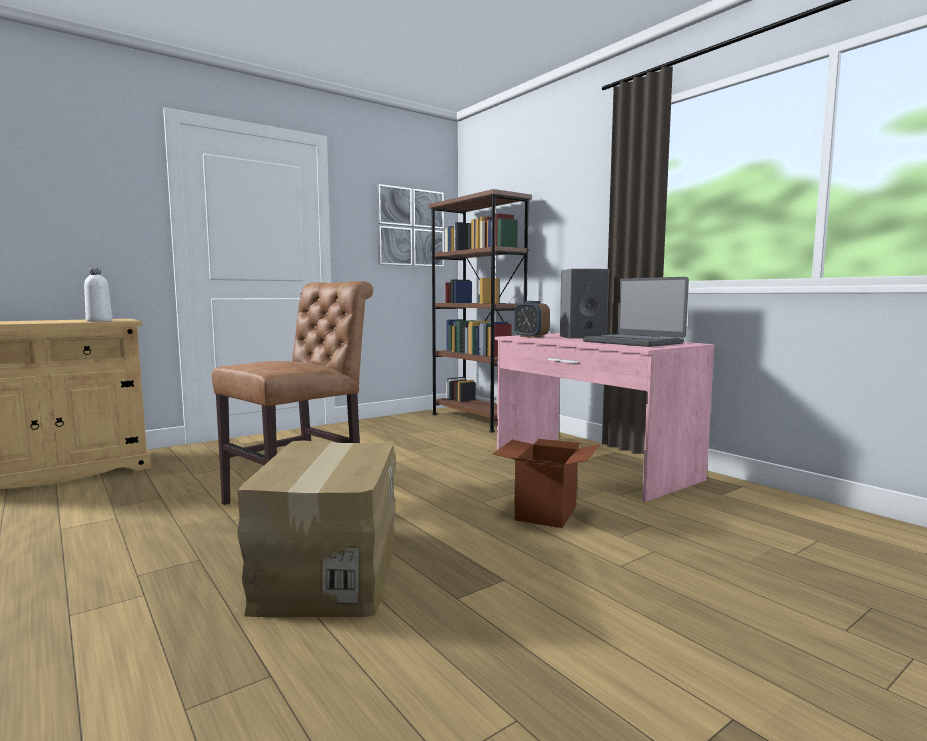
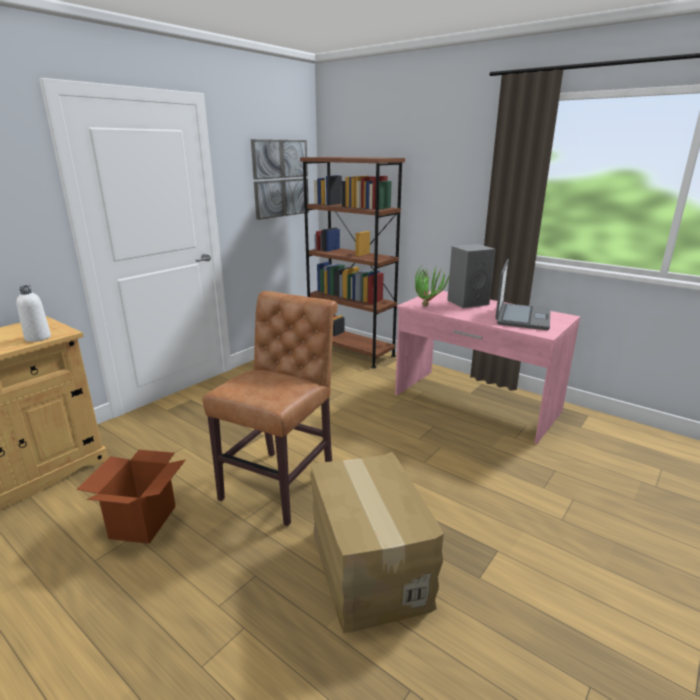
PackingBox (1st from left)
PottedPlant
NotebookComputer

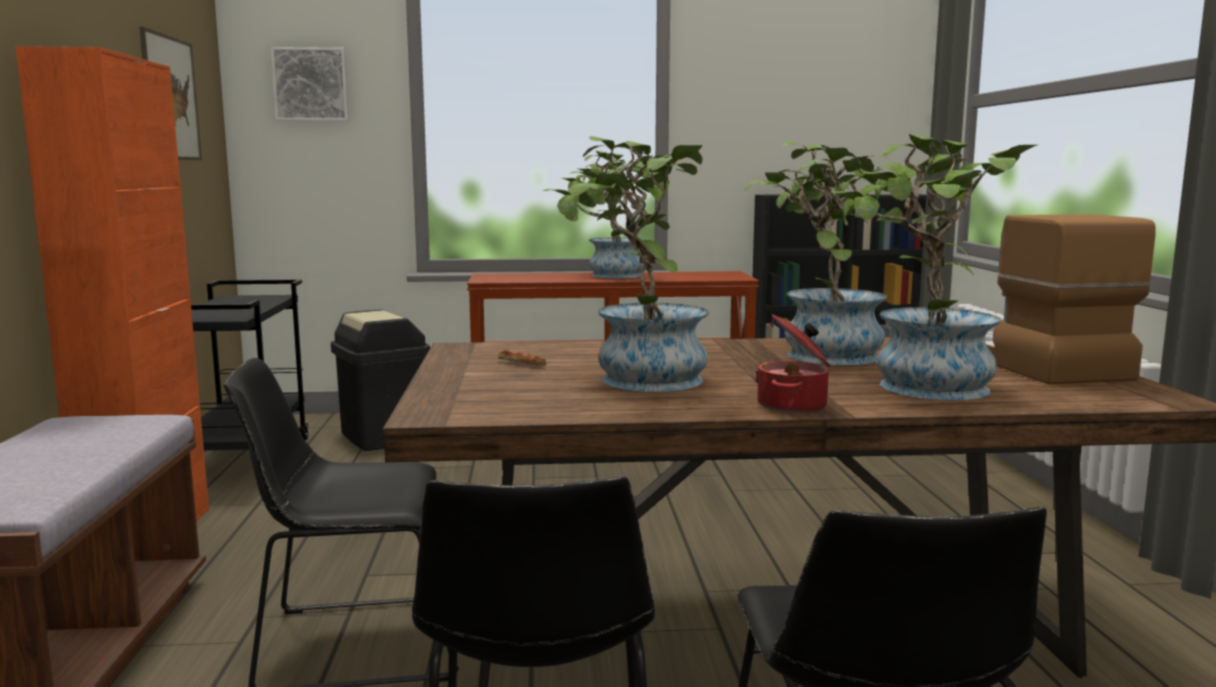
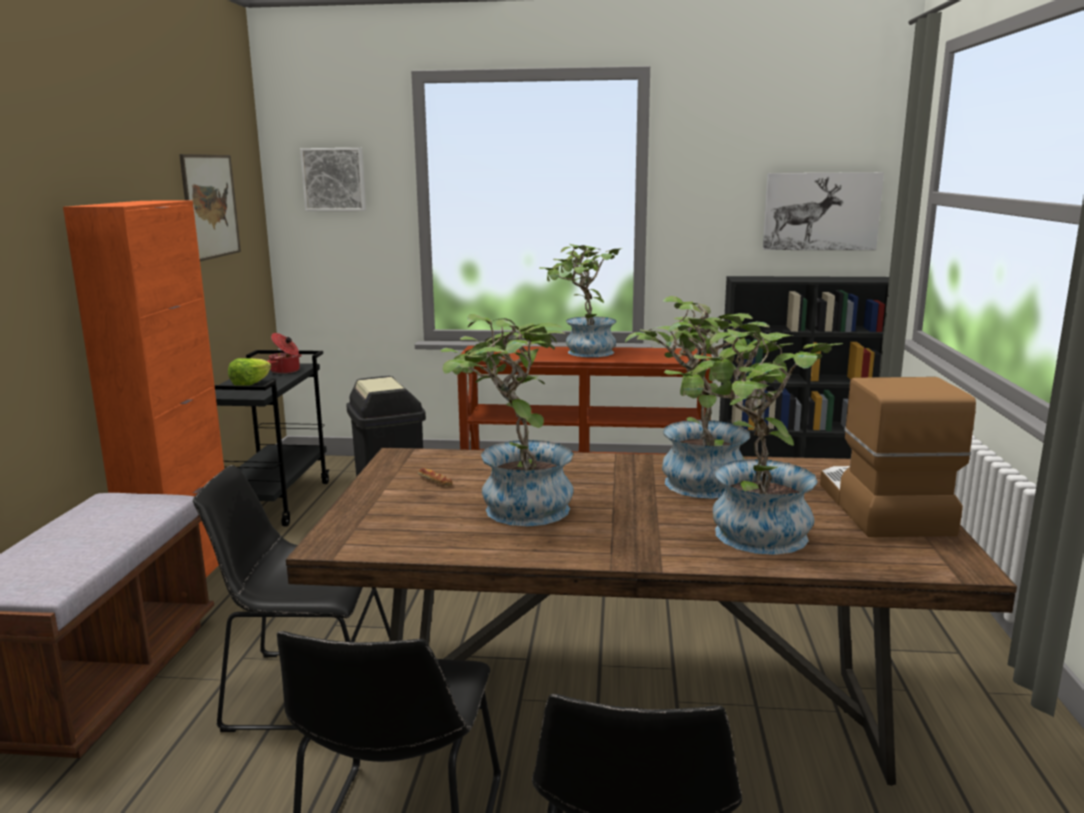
Lettuce
Stockpot
WallPicture (3rd from left)

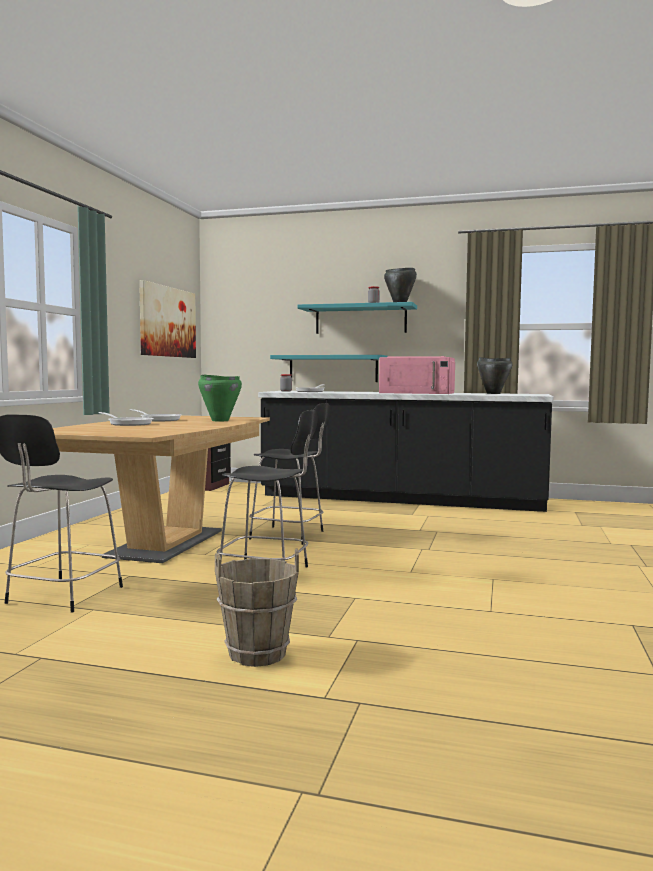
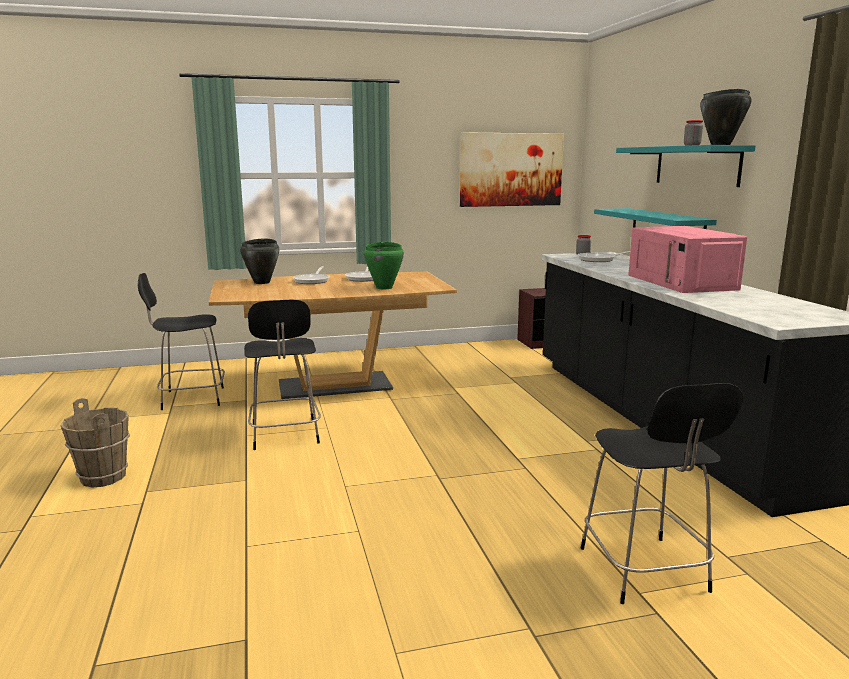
BlackishStockpot (1st from left)
BlackishUprightChair (3rd from left)

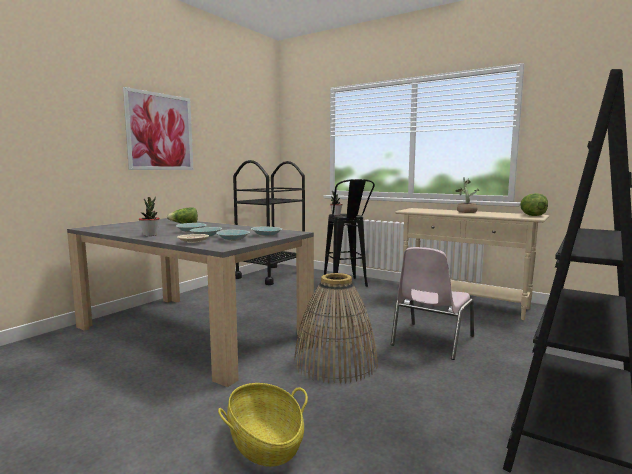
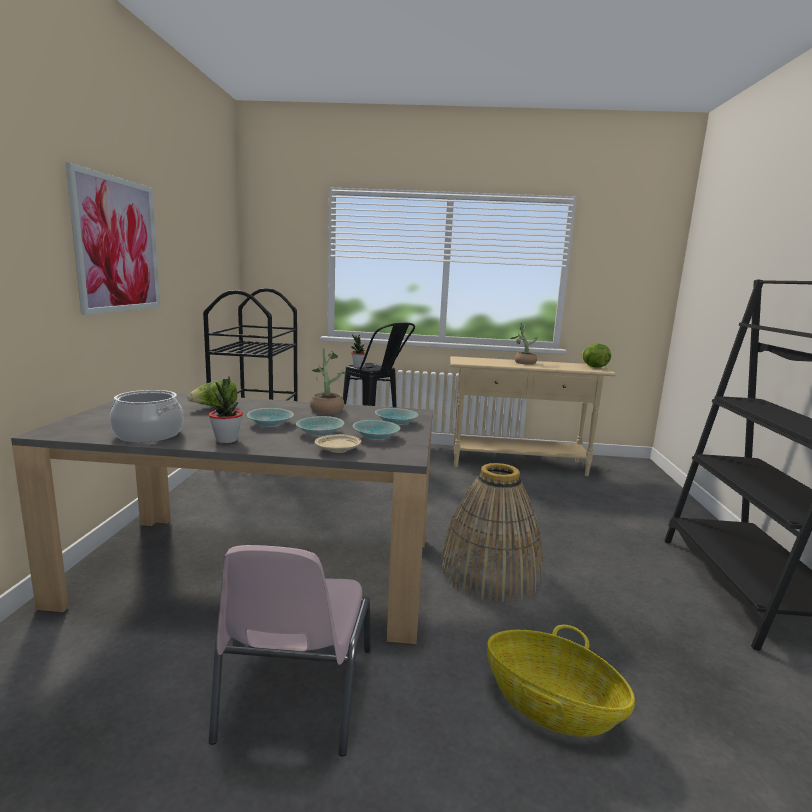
Stockpot
PinkUprightChair
PottedPlant (2nd from left)

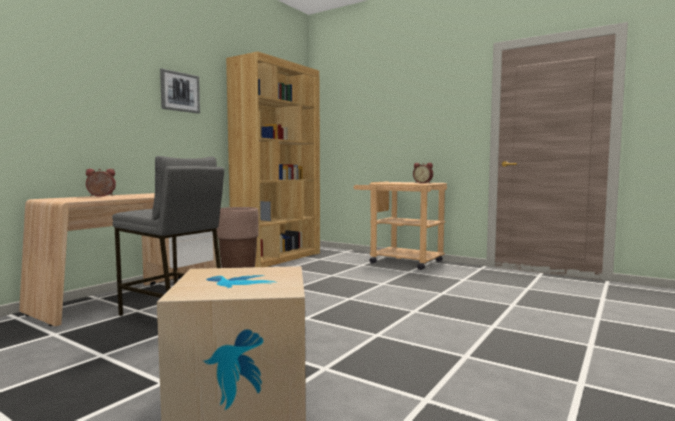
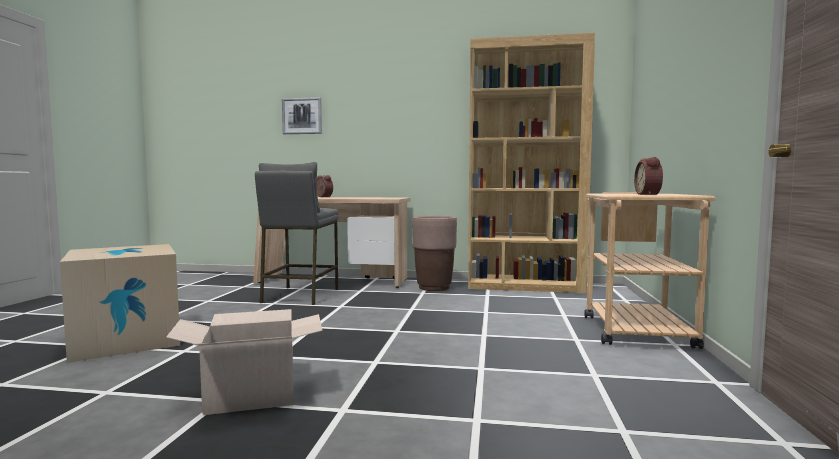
PackingBox (2nd from left)
WallPicture

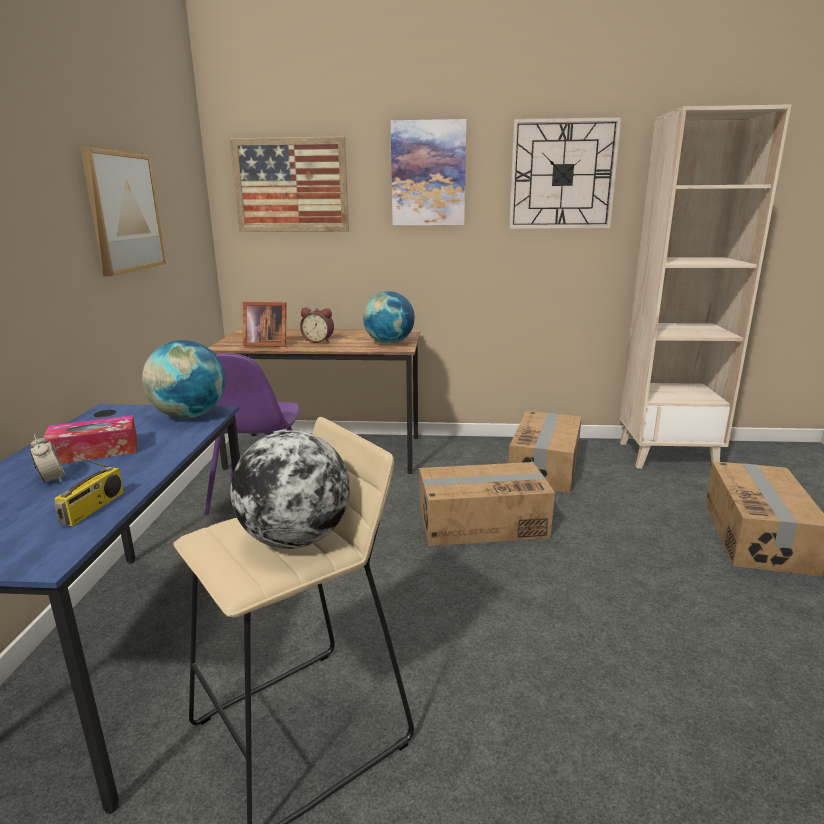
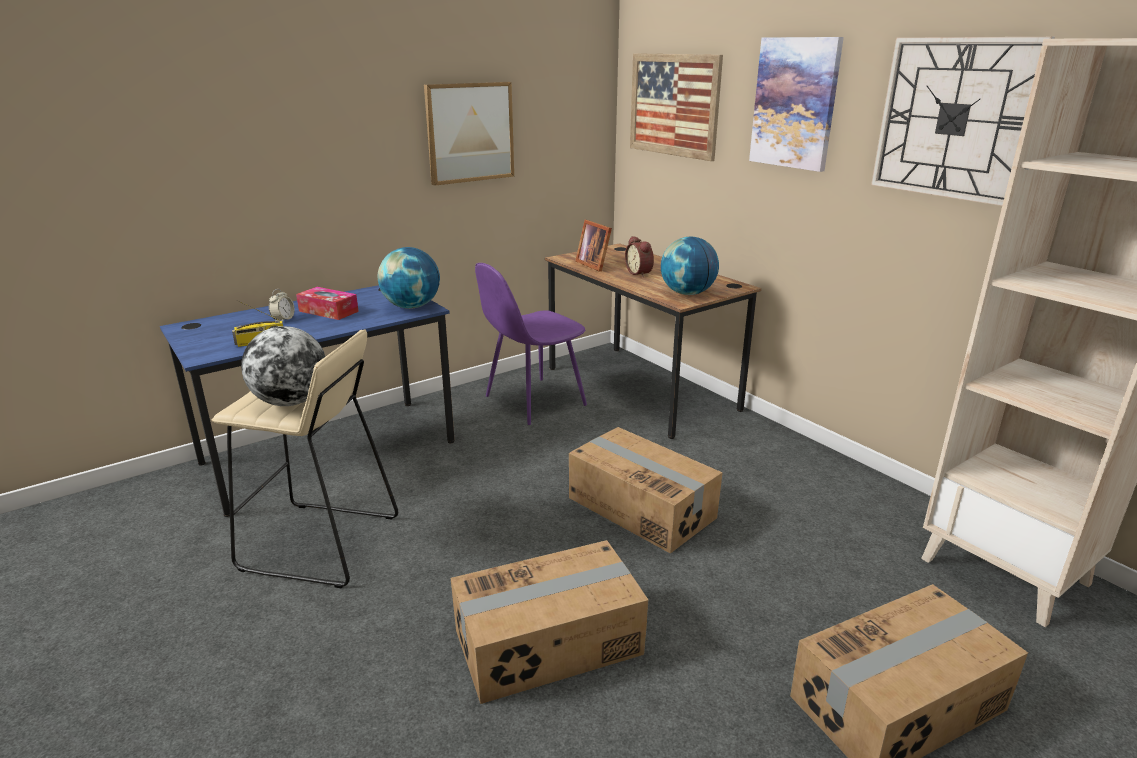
PackingBox (1st from left)

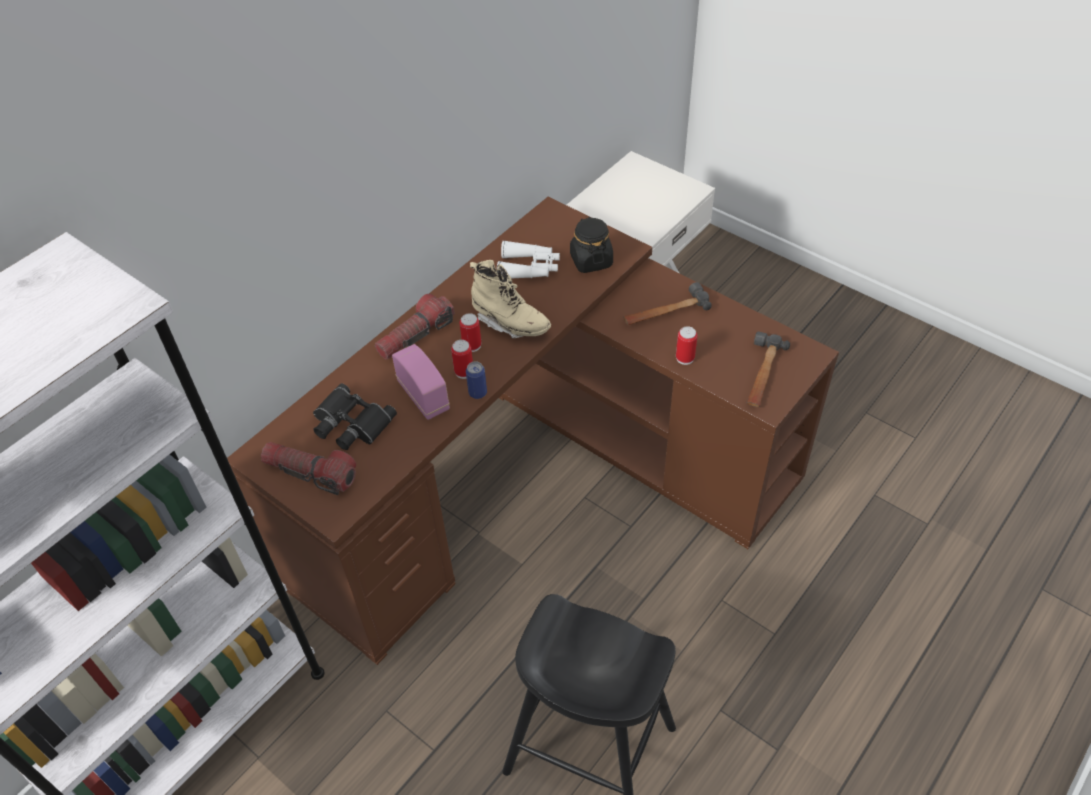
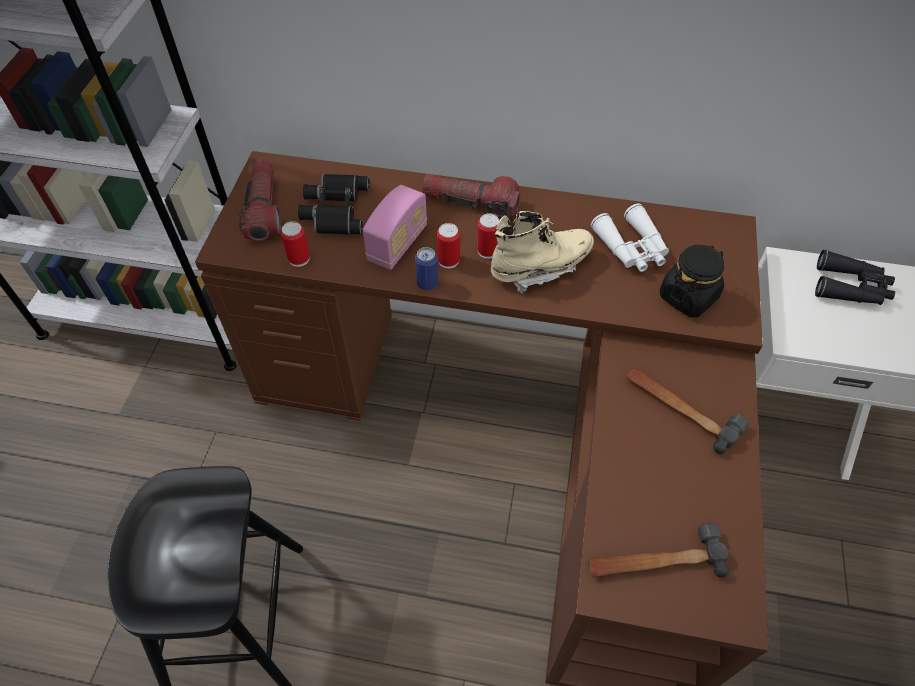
Can (1st from left)
BeigeBoot
BlackishPairOfBinoculars (2nd from left)

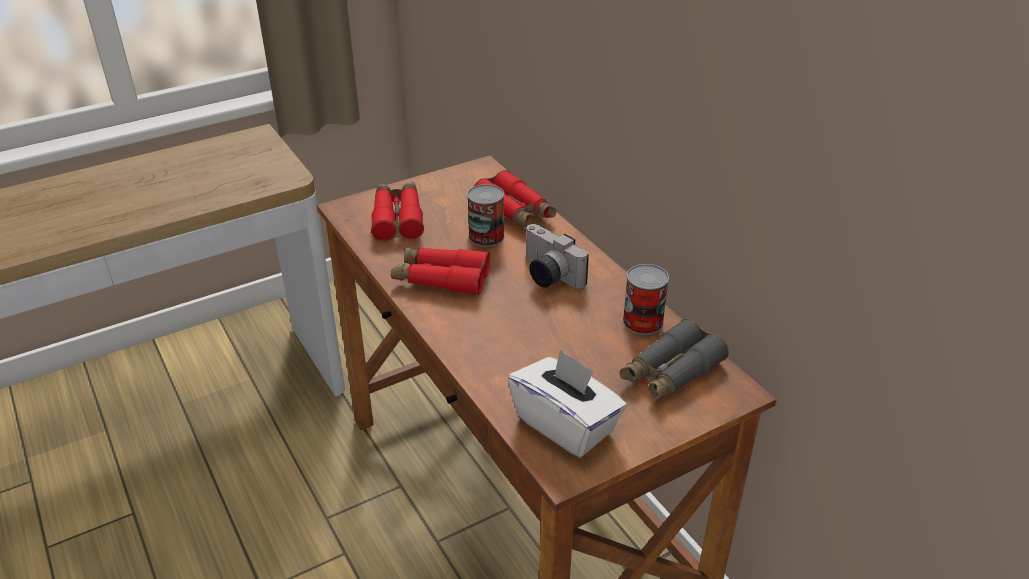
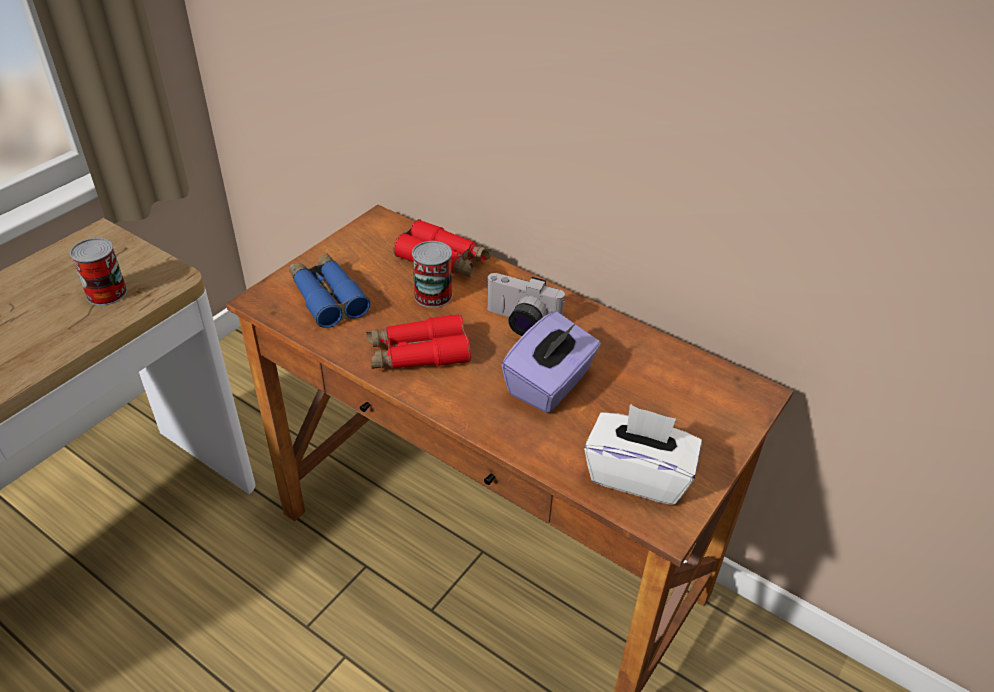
Can (1st from left)
BluishPairOfBinoculars
PurplishBoxOfTissues
GreyPairOfBinoculars

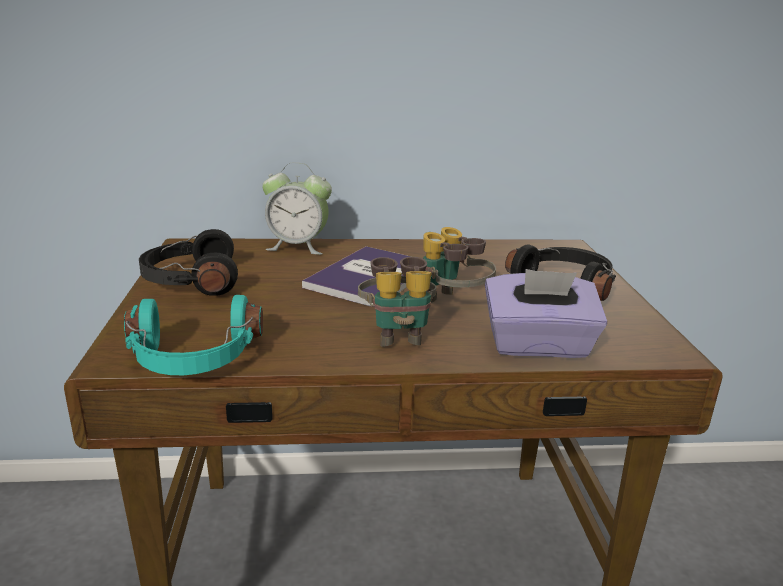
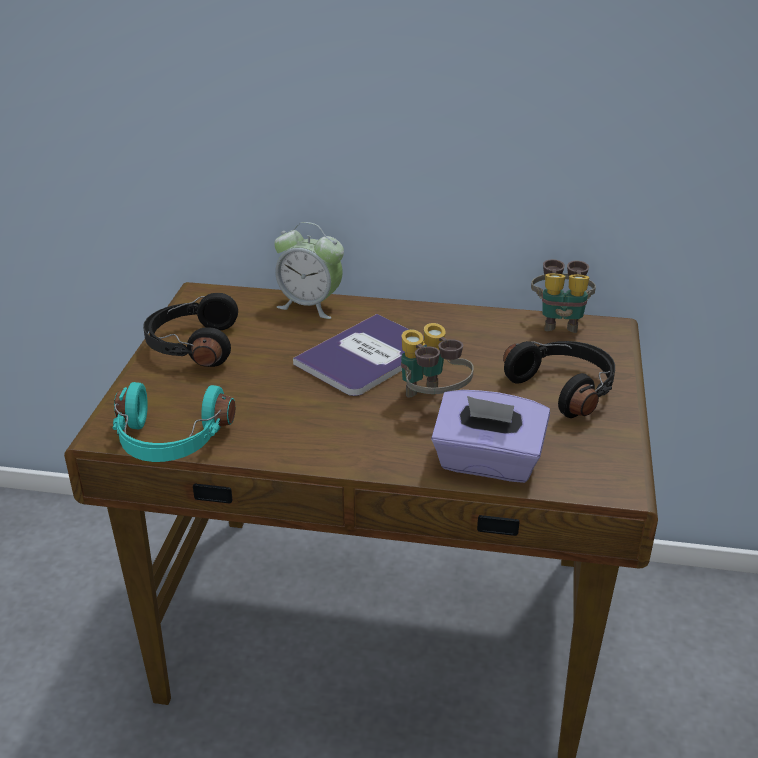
PairOfBinoculars (2nd from left)

